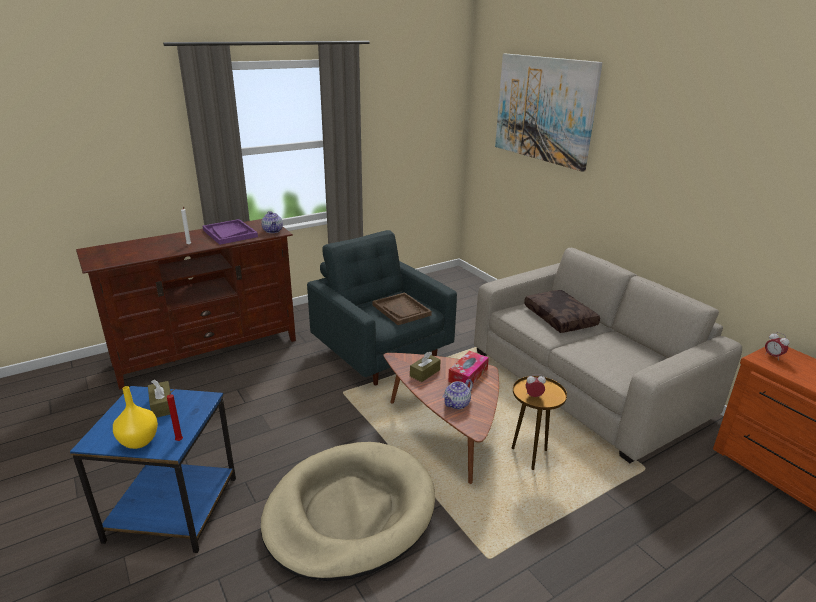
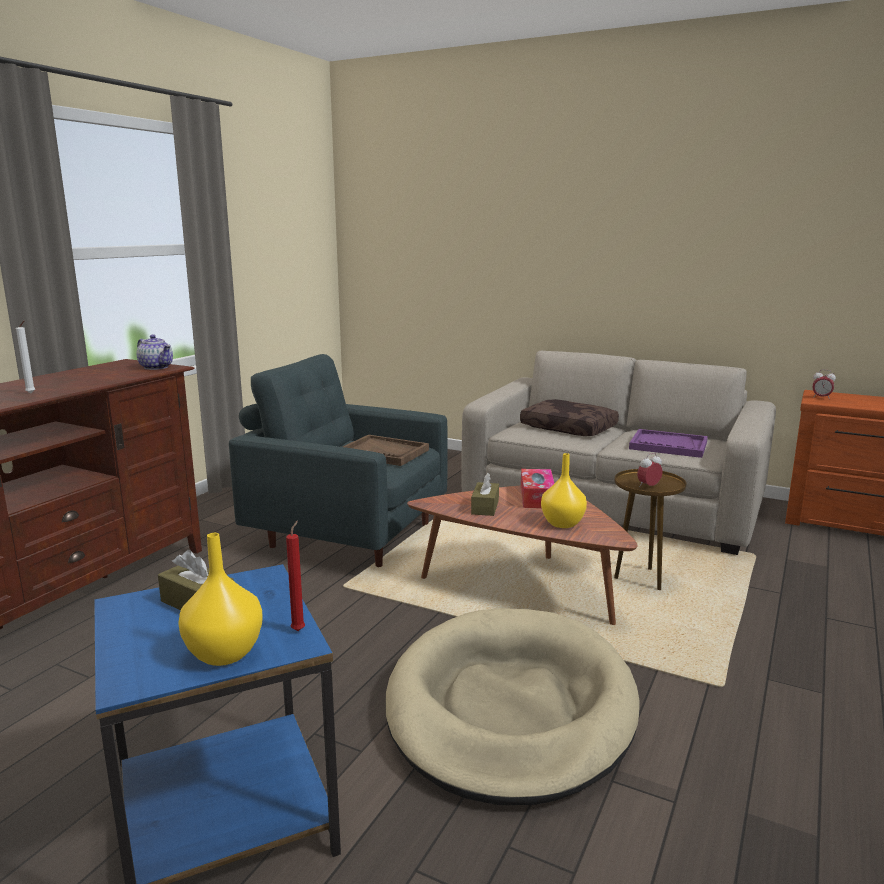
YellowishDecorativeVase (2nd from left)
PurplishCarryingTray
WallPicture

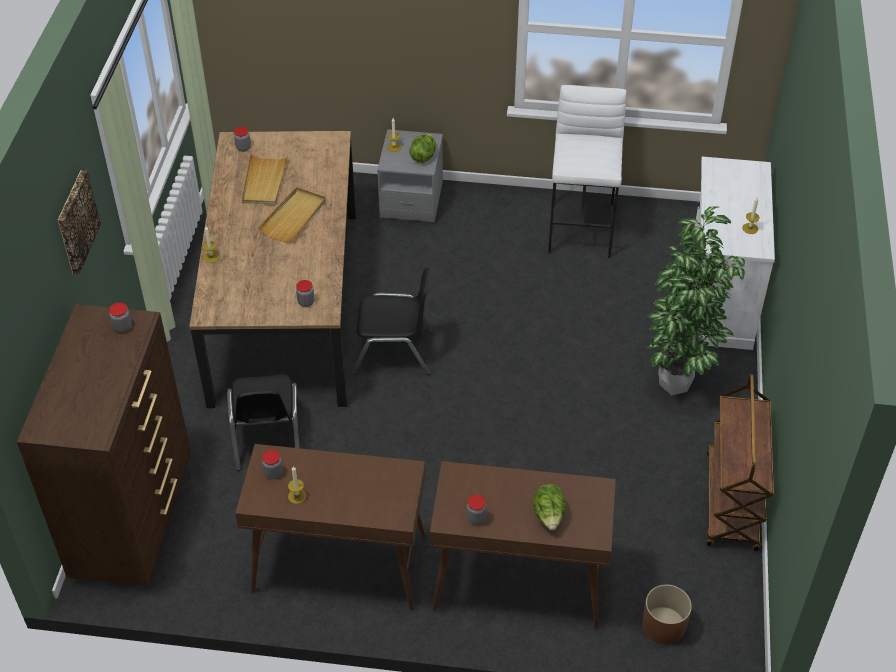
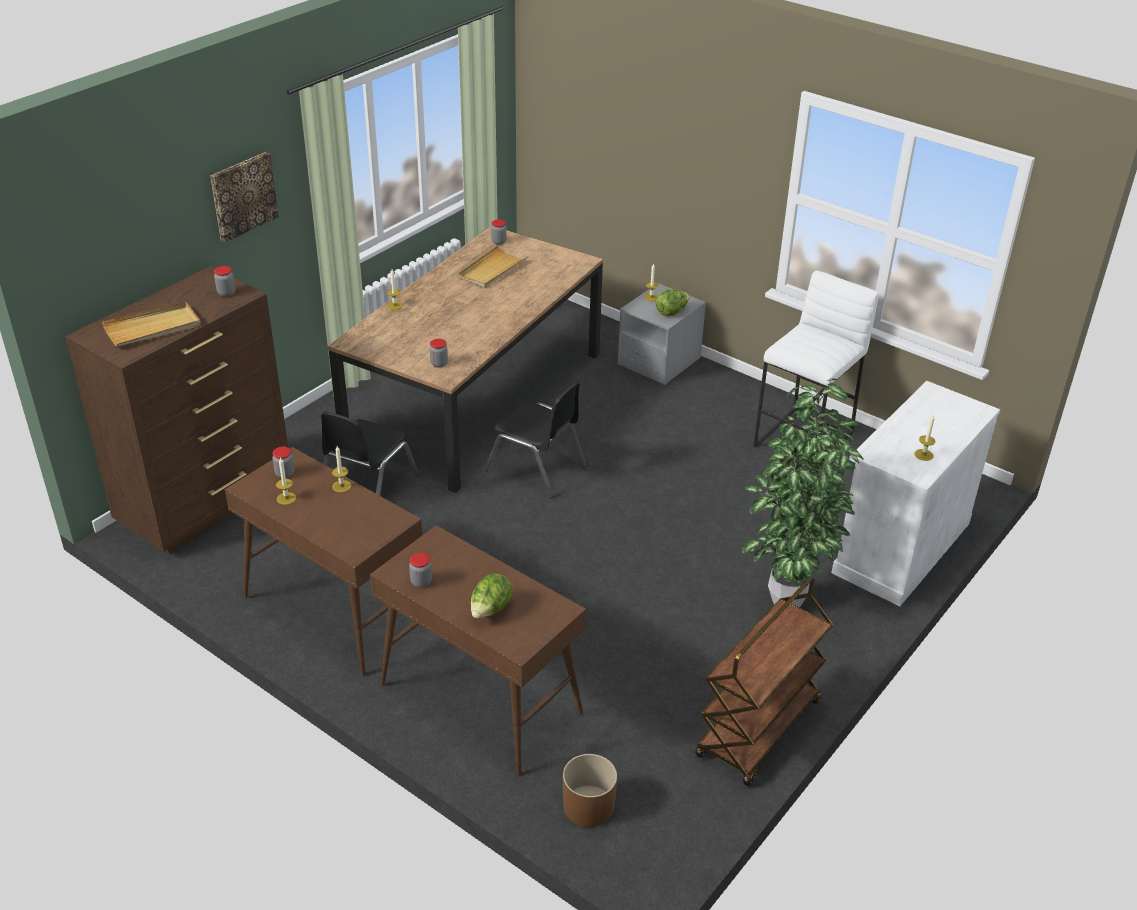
BeigeCarryingTray (1st from left)
Candle (2nd from left)

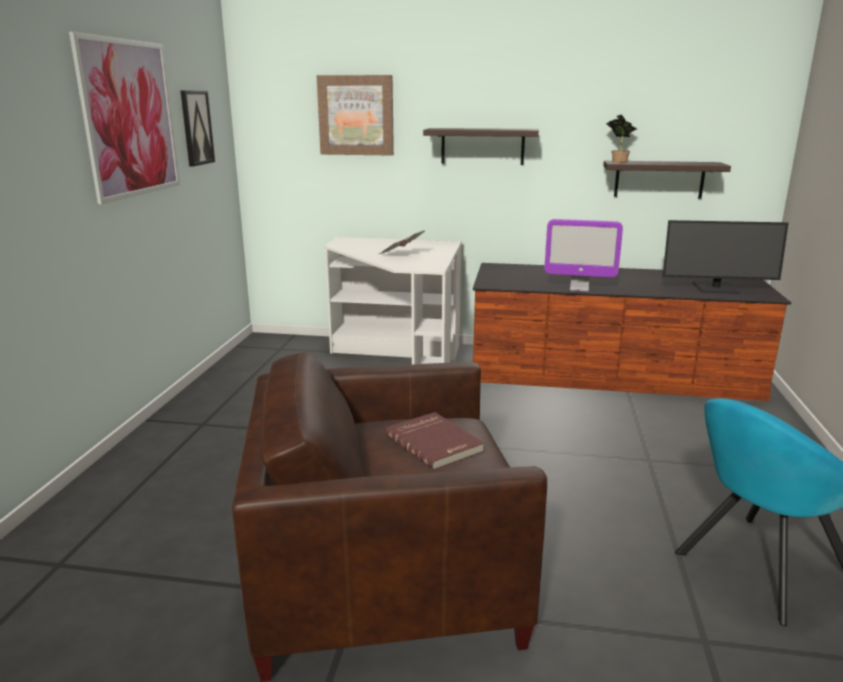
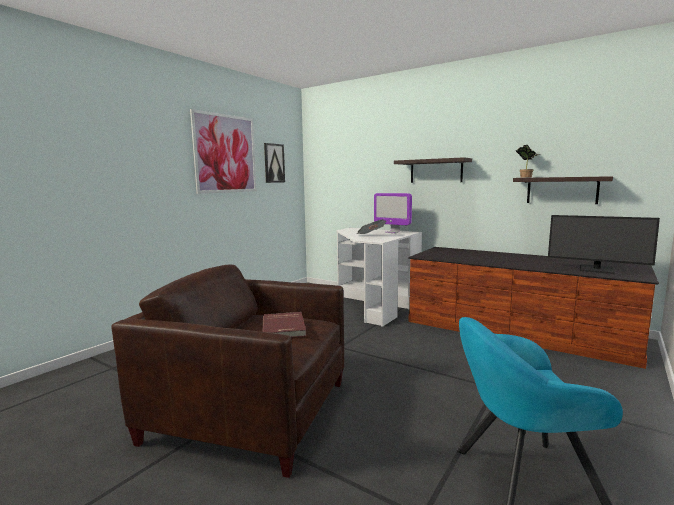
Monitor (1st from left)
WallPicture (3rd from left in the first image)

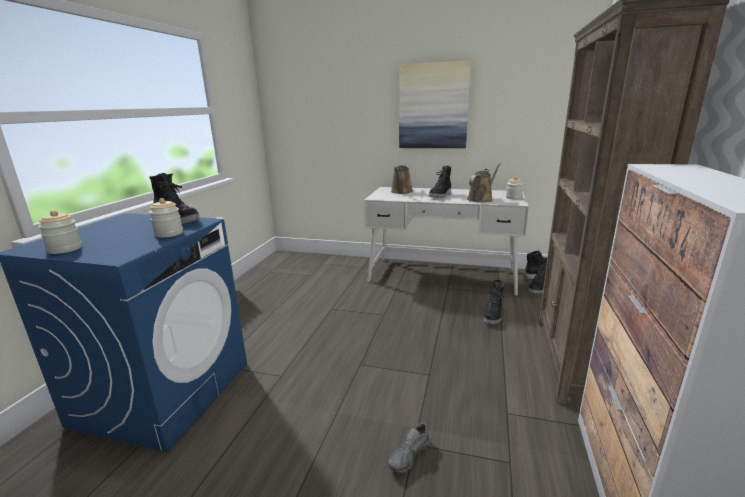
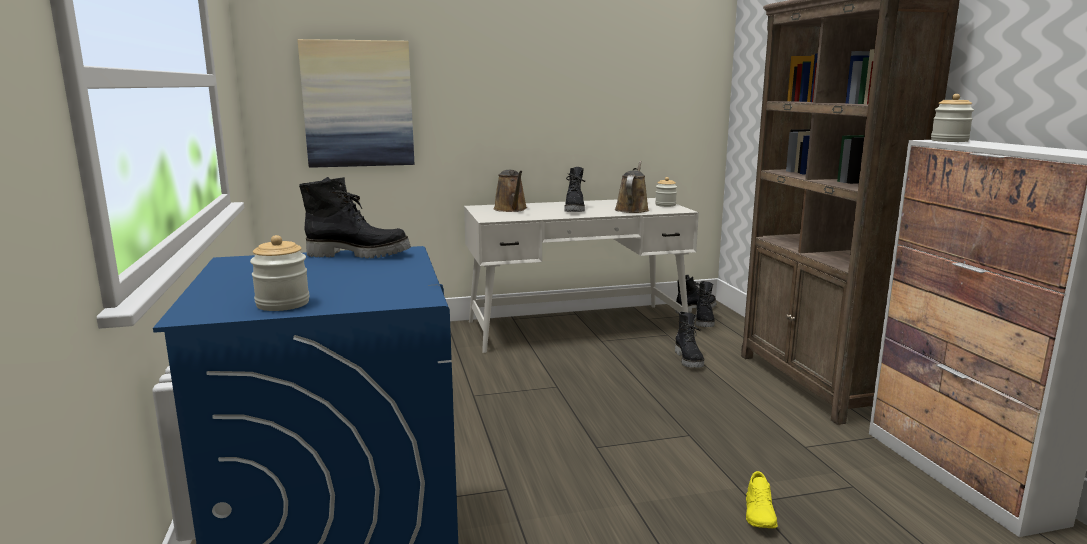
WallPicture
YellowishItemOfFootwear
StorageJar (3rd from left)

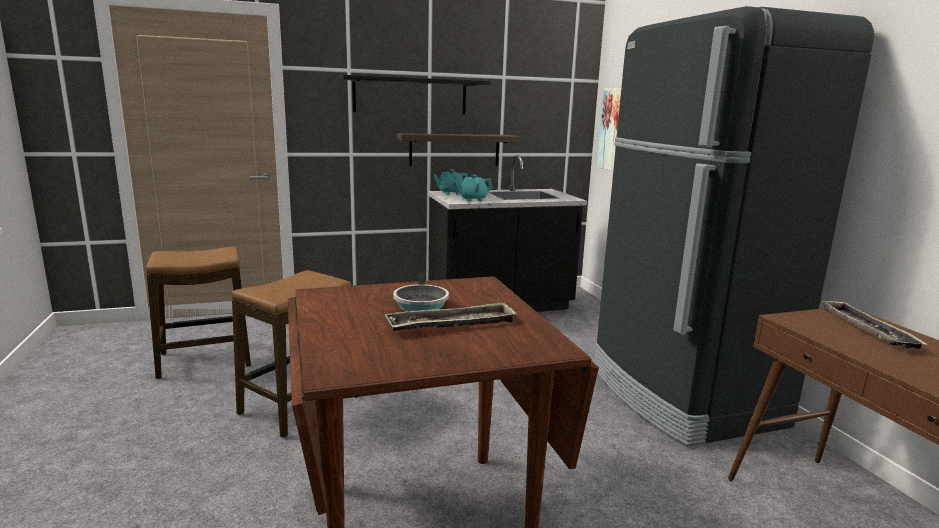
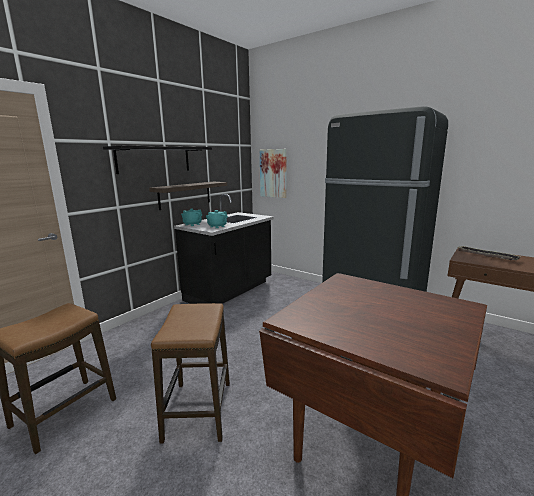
CarryingTray (1st from left in the first image)
Skillet

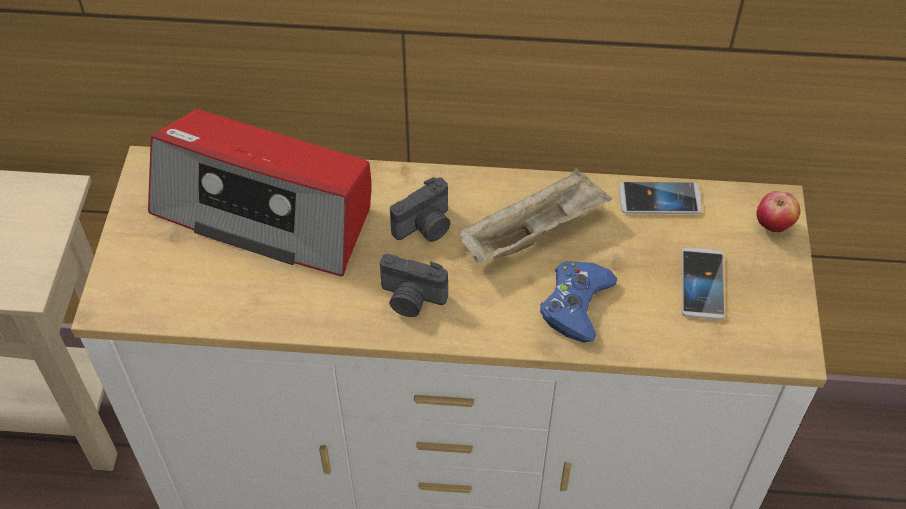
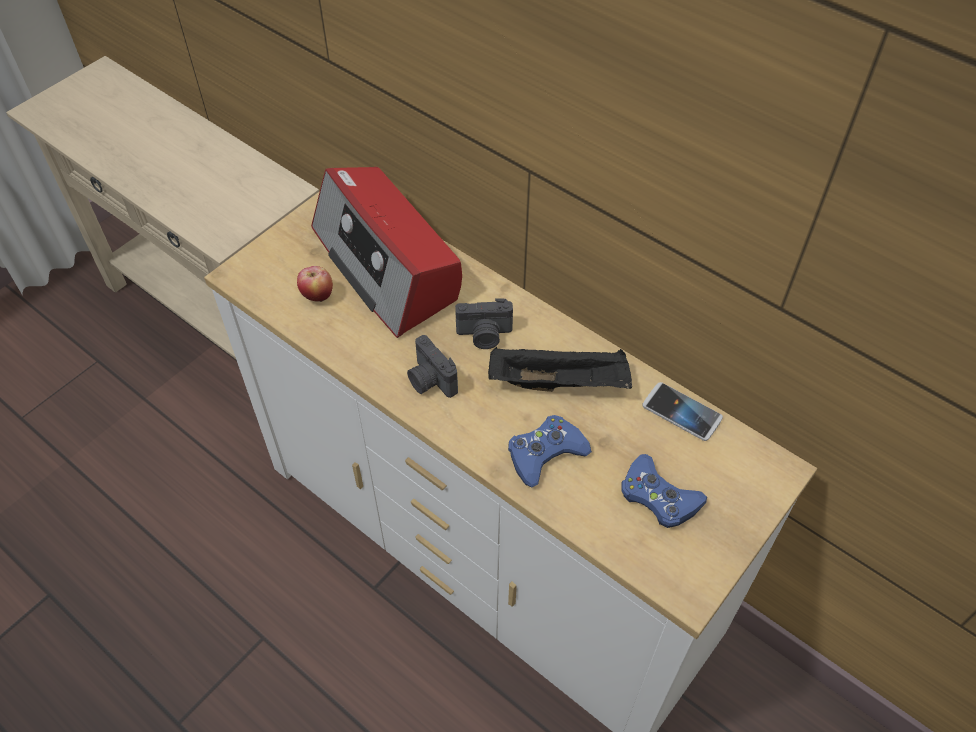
AppleFruit
BlackishCarryingTray
BluishJoypad (2nd from left)

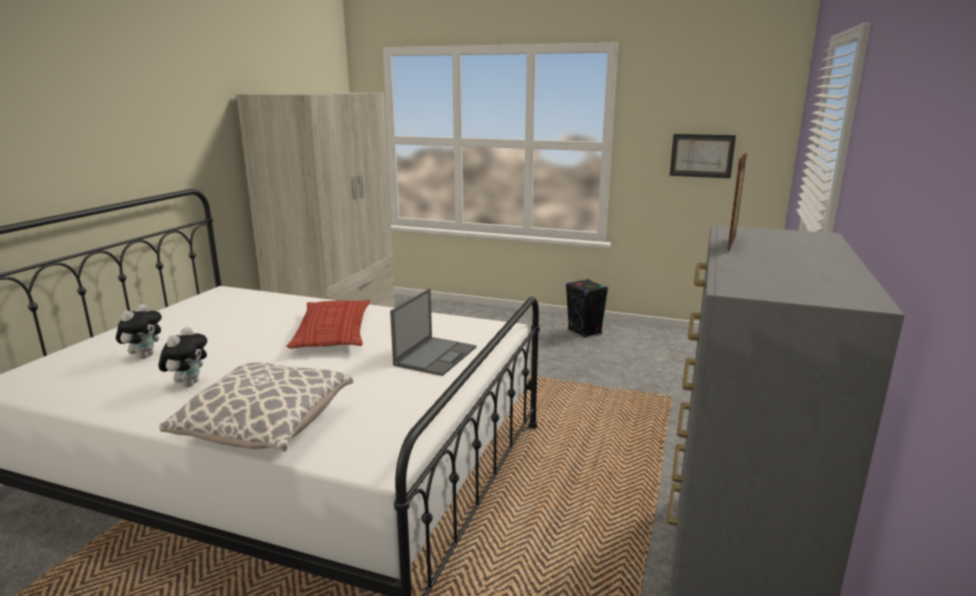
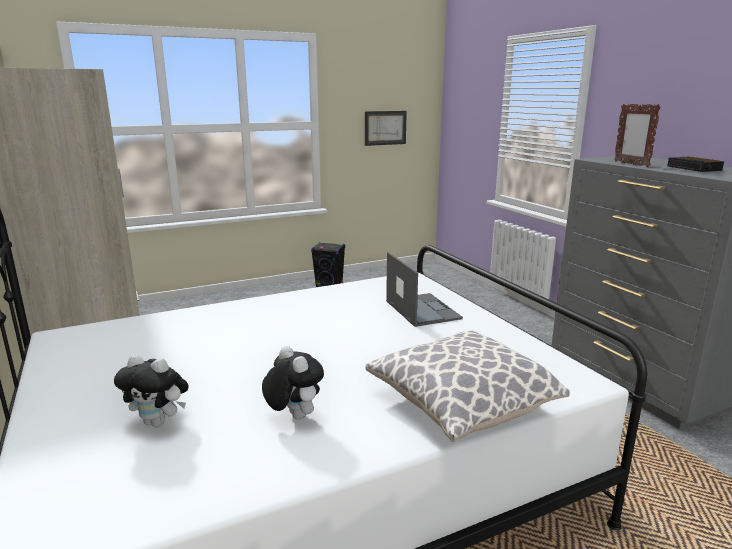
CuddlyToy (1st from left)
TableClock
Cushion (2nd from left in the first image)

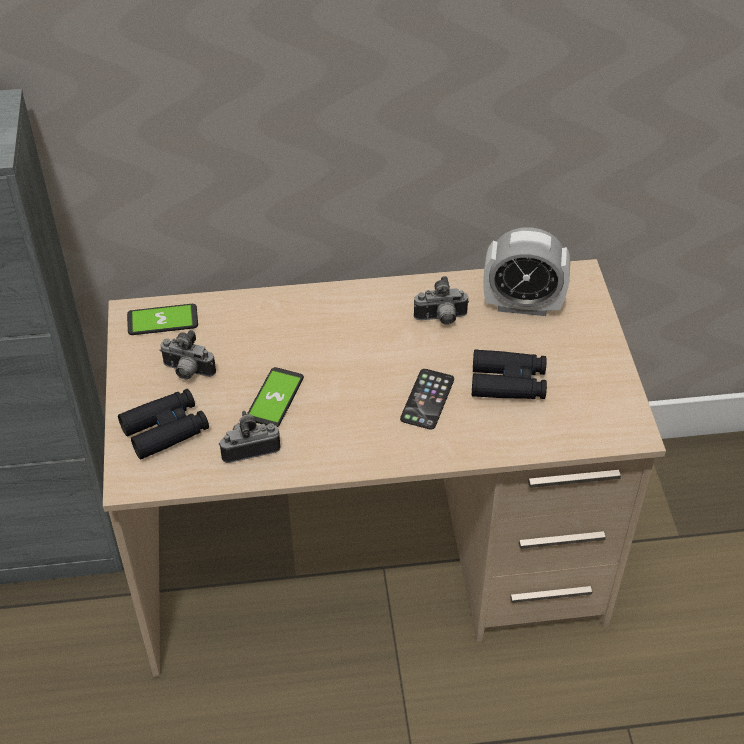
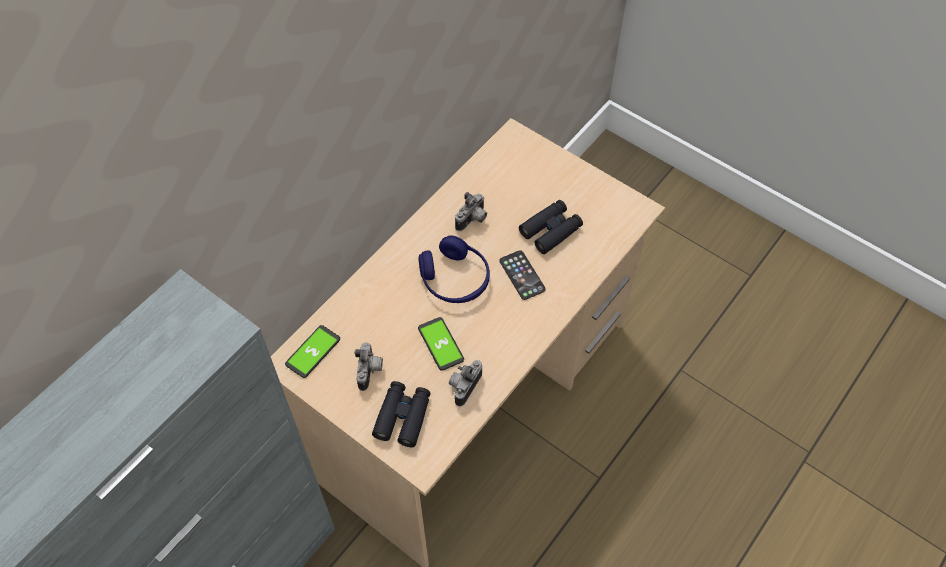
PhotoCamera (1st from left)
BluishHeadphones
TableClock

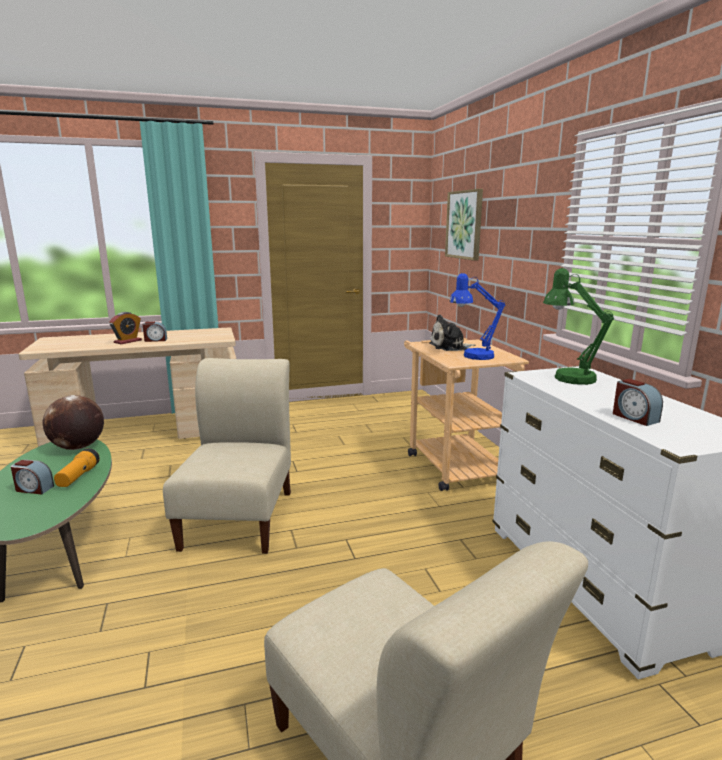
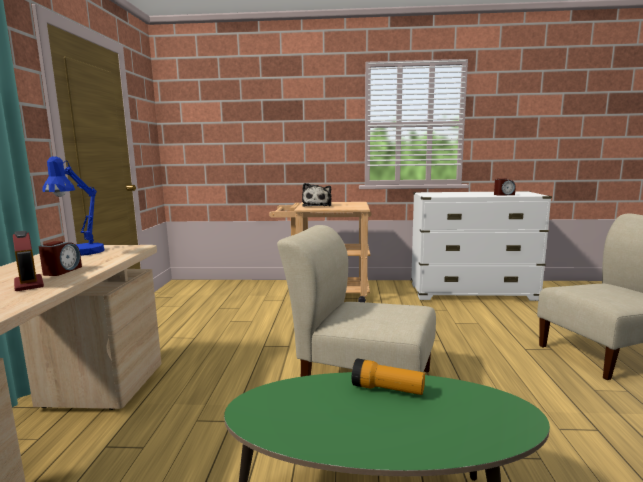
BluishTabletopLamp
TableClock (1st from left in the first image)
WorldGlobe
WallPicture
GreenColouredTabletopLamp

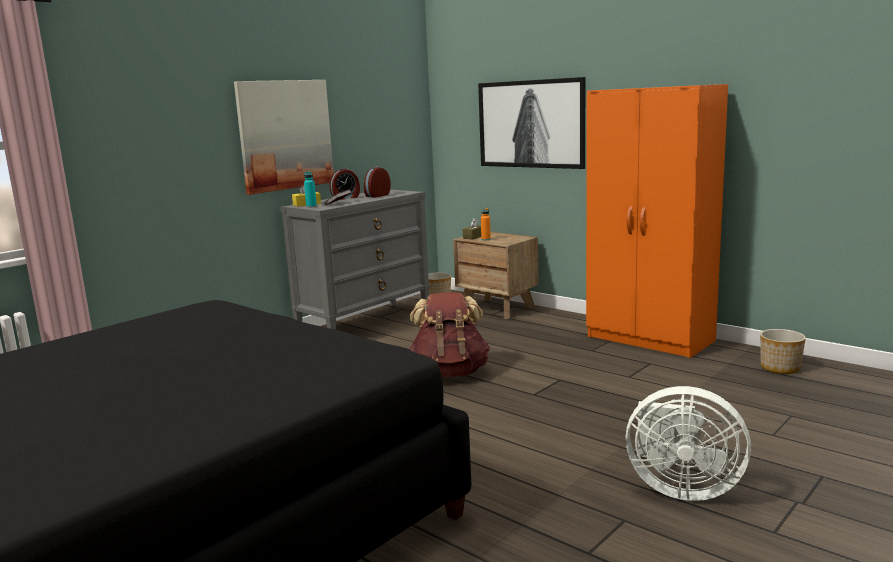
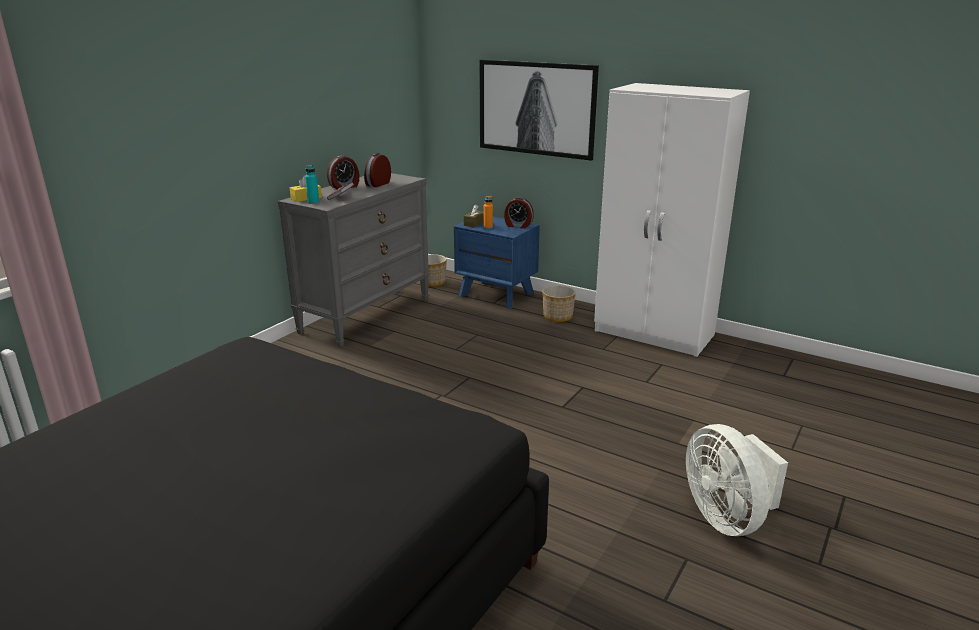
BluishNightstand
TableClock (3rd from left)
Planter (2nd from left)
WhiteColouredClothesCupboard
WhiteColouredFan
WallPicture (1st from left in the first image)
BrownColouredRucksack

